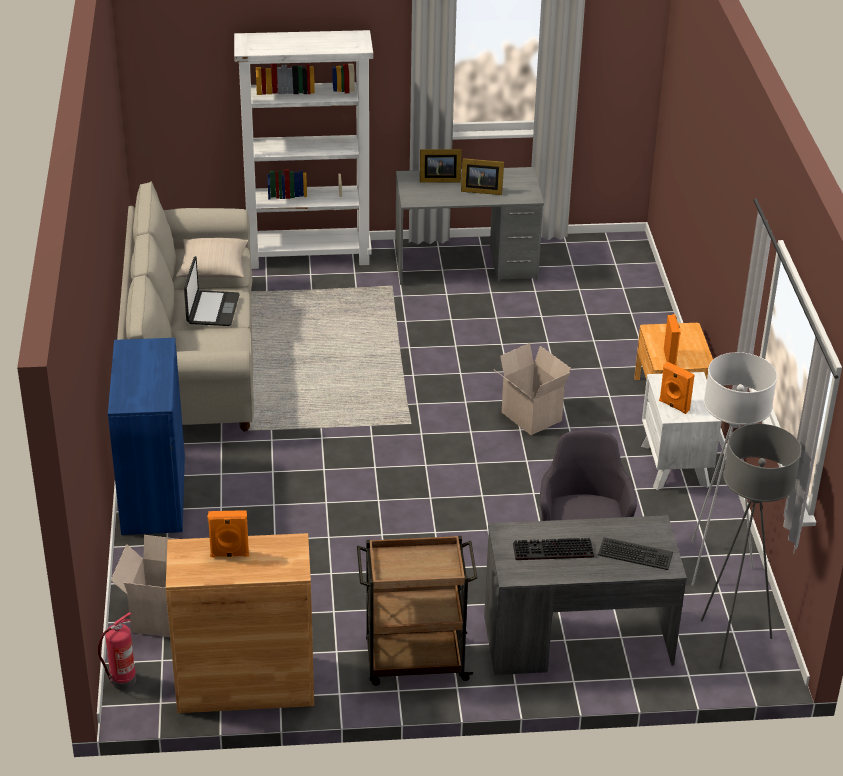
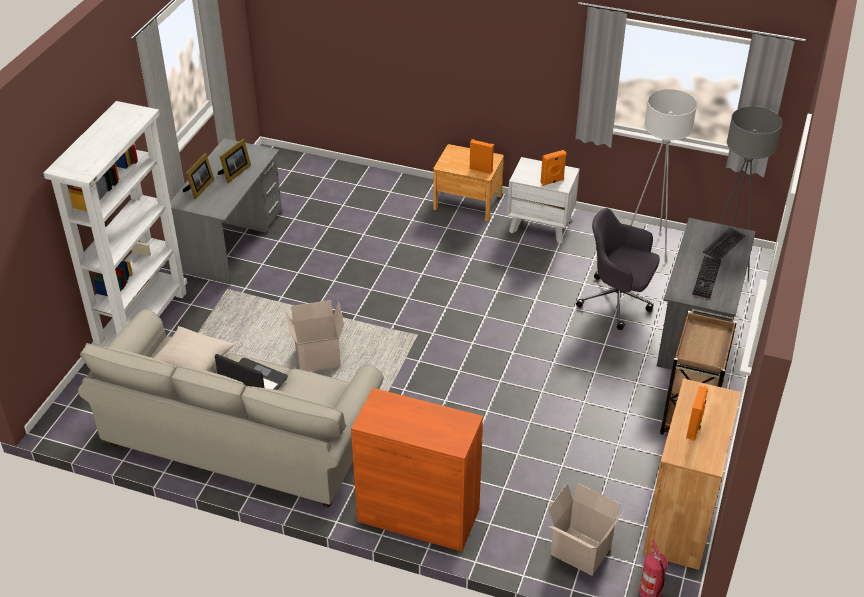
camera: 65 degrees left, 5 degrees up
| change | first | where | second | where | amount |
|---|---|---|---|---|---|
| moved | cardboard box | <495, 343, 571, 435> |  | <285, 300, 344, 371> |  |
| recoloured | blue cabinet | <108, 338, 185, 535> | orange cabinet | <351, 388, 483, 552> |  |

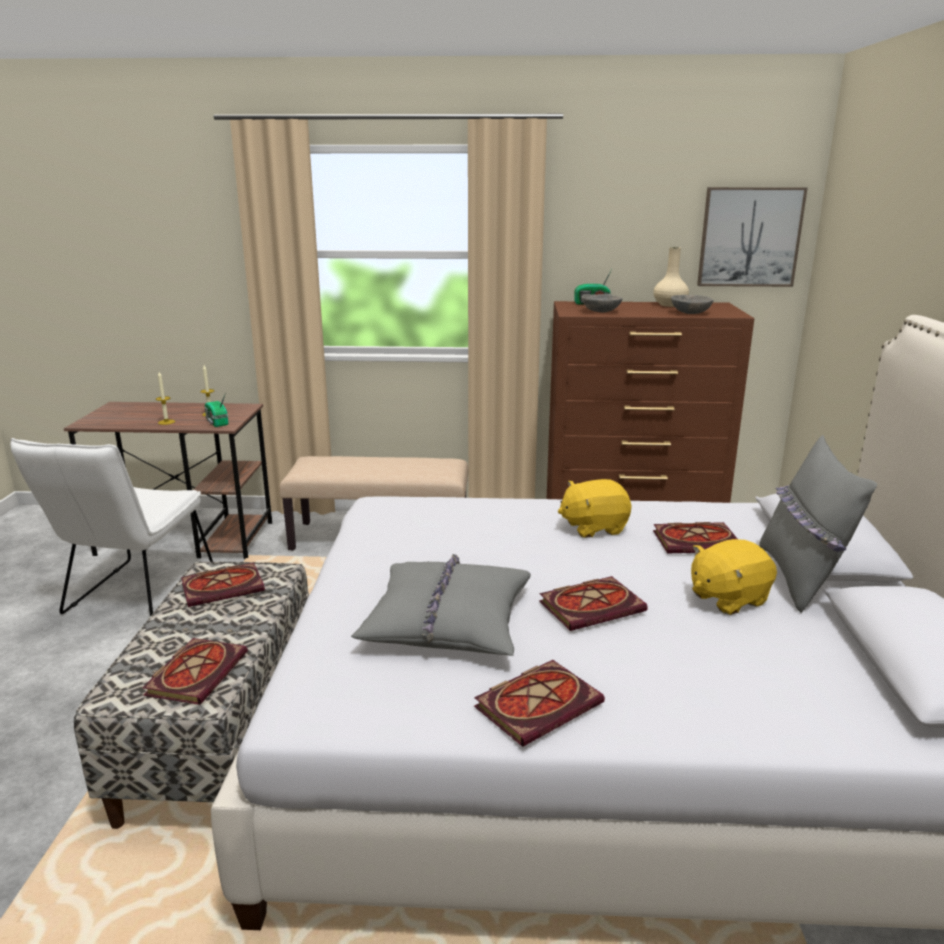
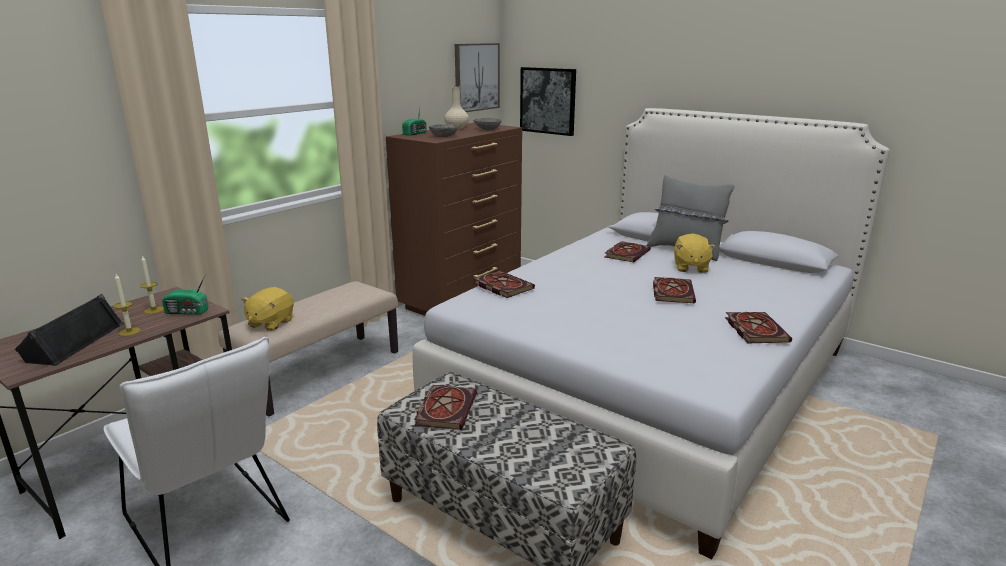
camera: 55 degrees left, 0 degrees up
| change | first | where | second | where | amount |
|---|---|---|---|---|---|
| removed | grey pillow | <351, 554, 531, 656> |  |  |  |
| added |  |  | black speaker | <15, 294, 124, 366> |  |
| added |  |  | picture | <520, 67, 576, 136> |  |
| moved | book | <142, 638, 248, 705> |  | <473, 271, 535, 298> |  |
| moved | yellow plush toy | <558, 479, 632, 538> |  | <241, 287, 294, 331> |  |

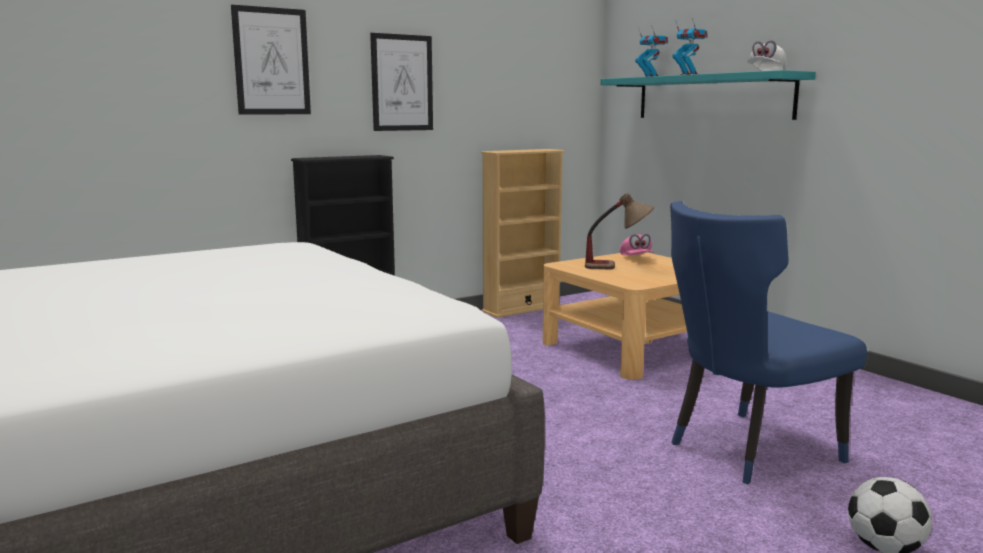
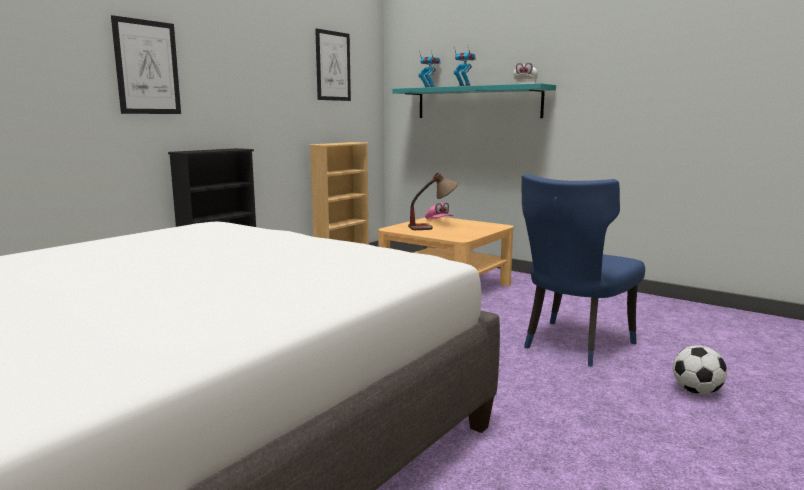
camera: 20 degrees left, 0 degrees up
| change | first | where | second | where | amount |
|---|---|---|---|---|---|
| moved | picture | <370, 33, 433, 131> |  | <315, 28, 351, 101> |  |

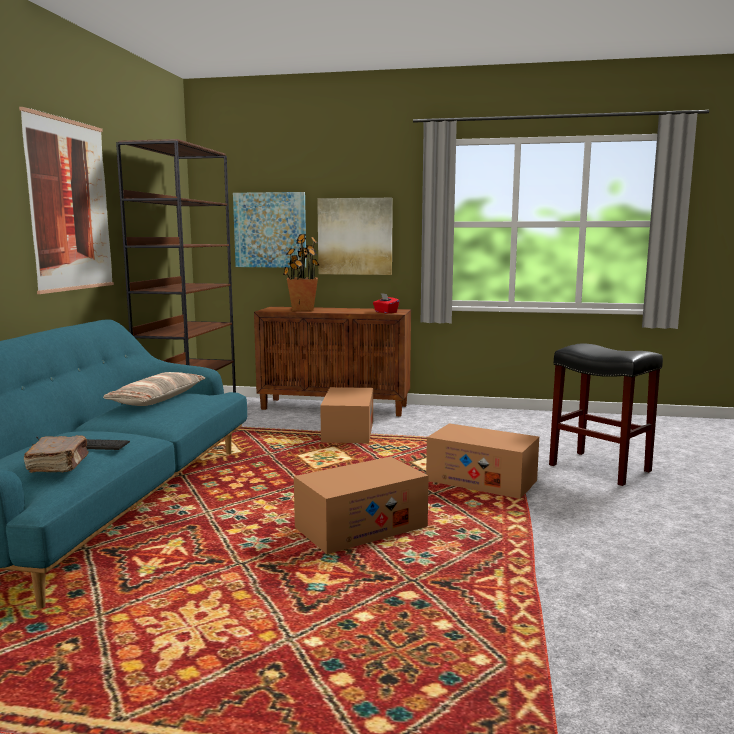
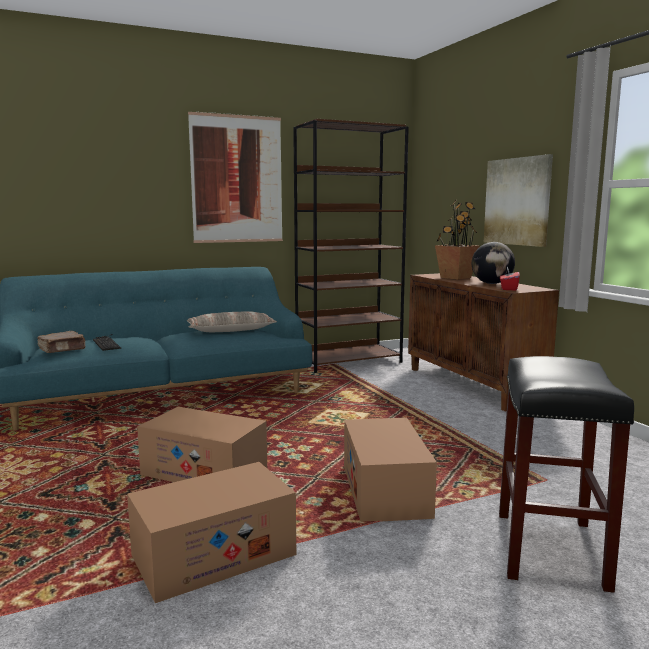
camera: 55 degrees right, 0 degrees up
| change | first | where | second | where | amount |
|---|---|---|---|---|---|
| removed | picture | <233, 192, 306, 268> |  |  |  |
| added |  |  | globe | <472, 242, 515, 284> |  |
| moved | cardboard box | <320, 387, 373, 443> |  | <127, 462, 296, 603> |  |

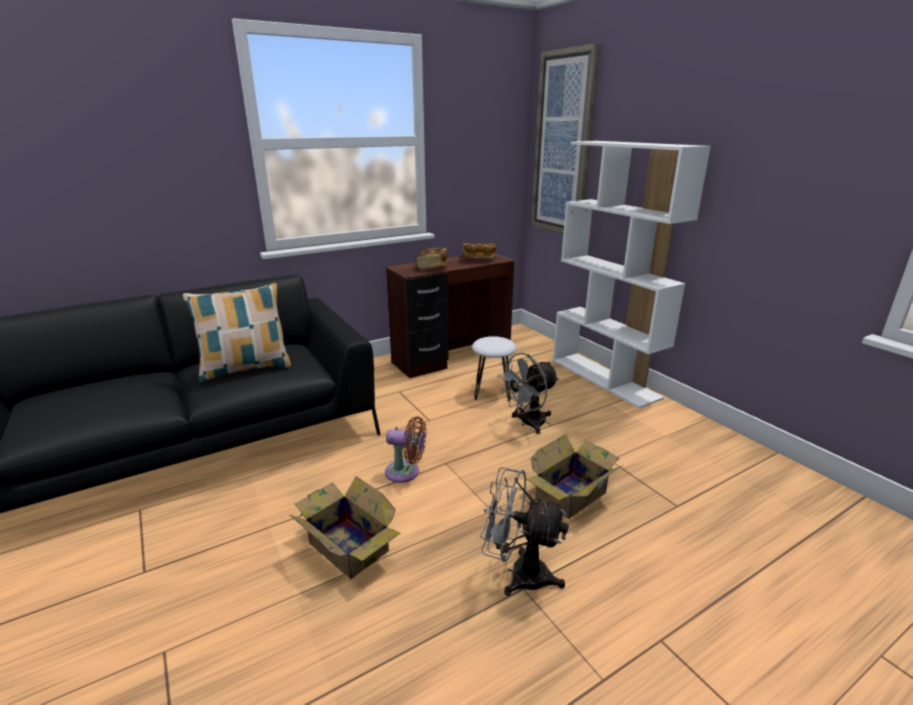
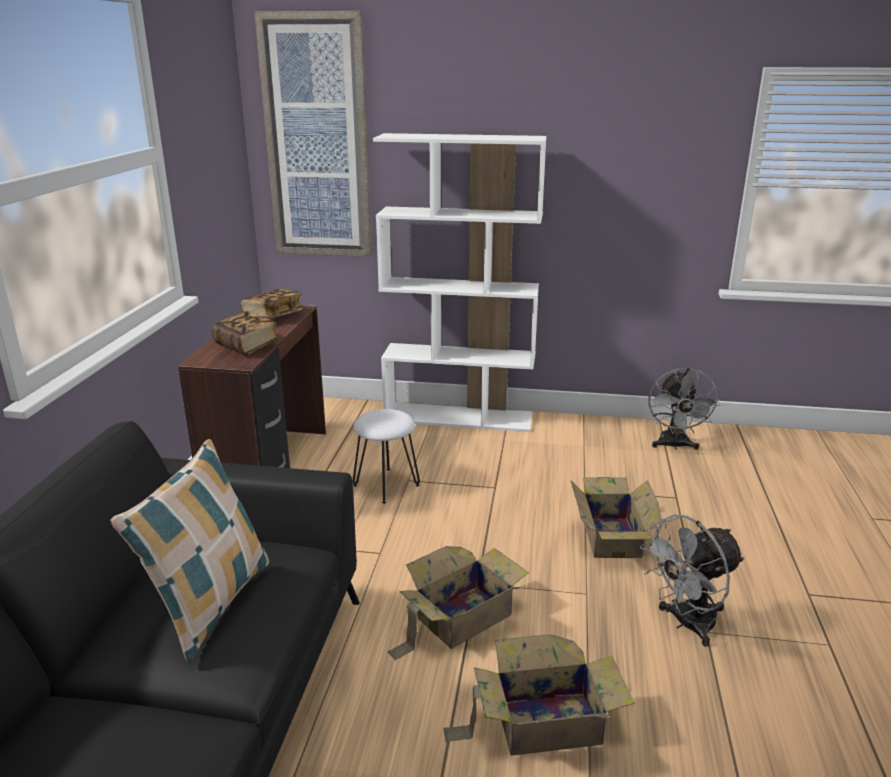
camera: 50 degrees left, 0 degrees up
| change | first | where | second | where | amount |
|---|---|---|---|---|---|
| moved | grey fan | <497, 353, 559, 434> |  | <648, 368, 720, 450> |  |
| replaced | brown fan | <385, 416, 426, 483> | cardboard box | <387, 546, 529, 661> |  |

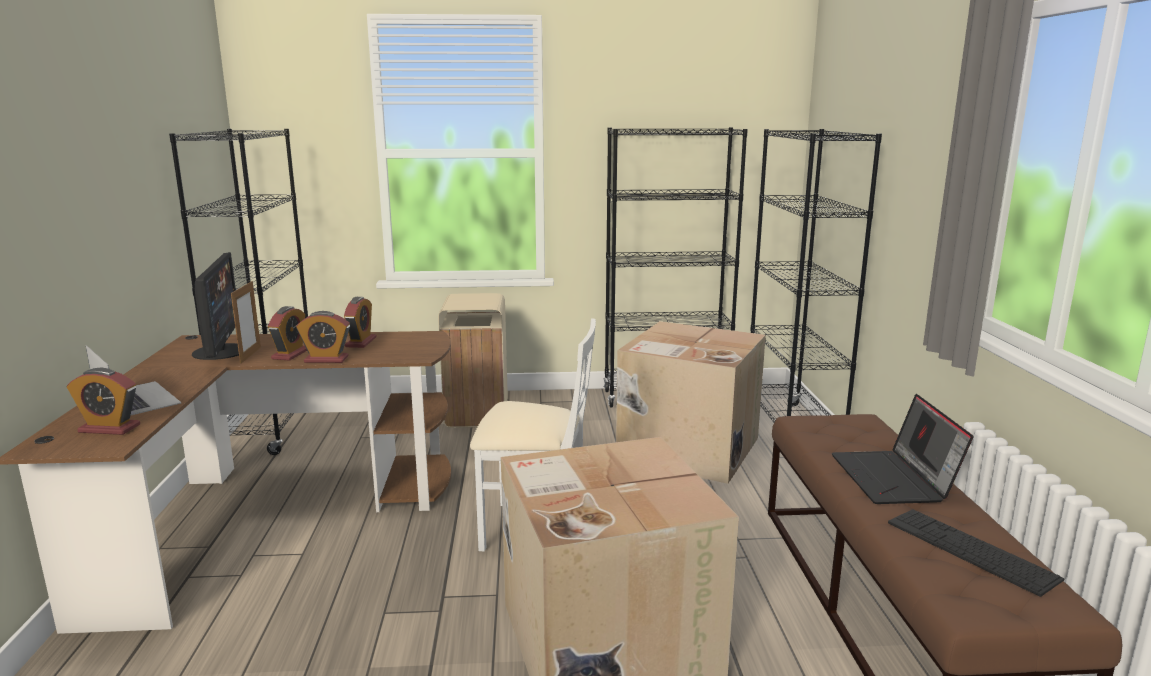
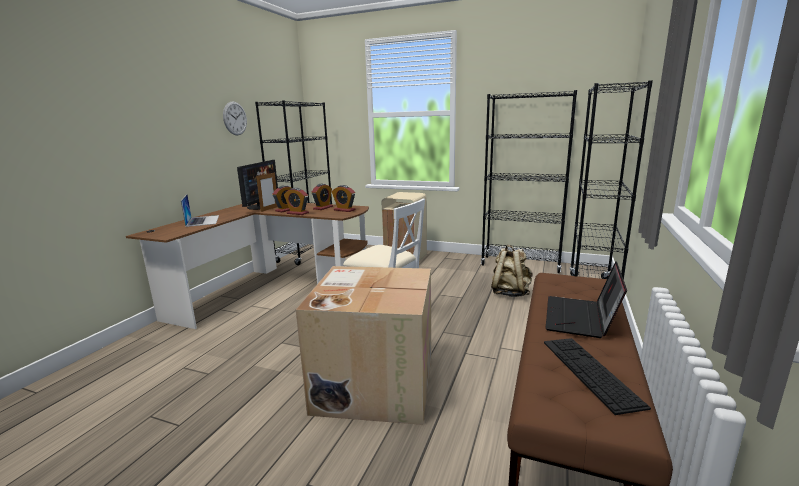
camera: 25 degrees right, 0 degrees up
| change | first | where | second | where | amount |
|---|---|---|---|---|---|
| added |  |  | wall clock | <223, 101, 247, 135> |  |
| moved | alarm clock | <67, 368, 140, 435> |  | <332, 185, 355, 212> |  |
| replaced | cardboard box | <616, 321, 766, 484> | beige backpack | <491, 244, 533, 297> |  |

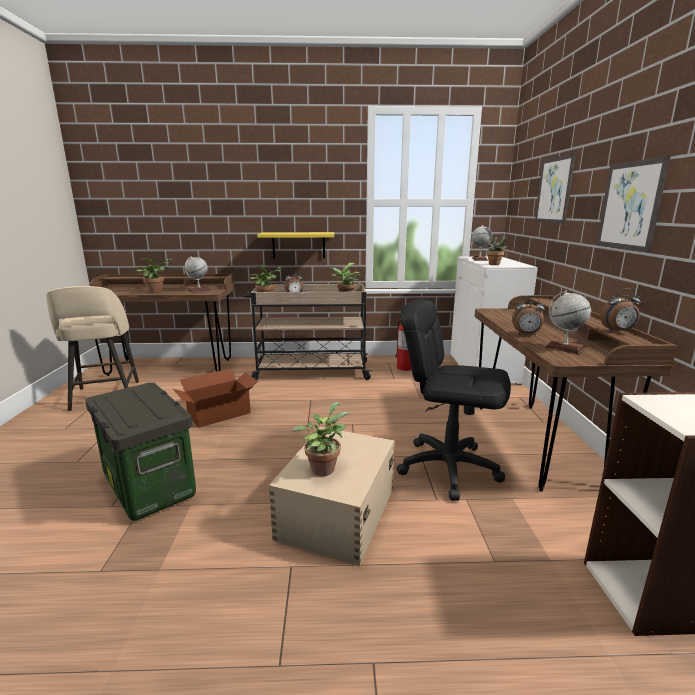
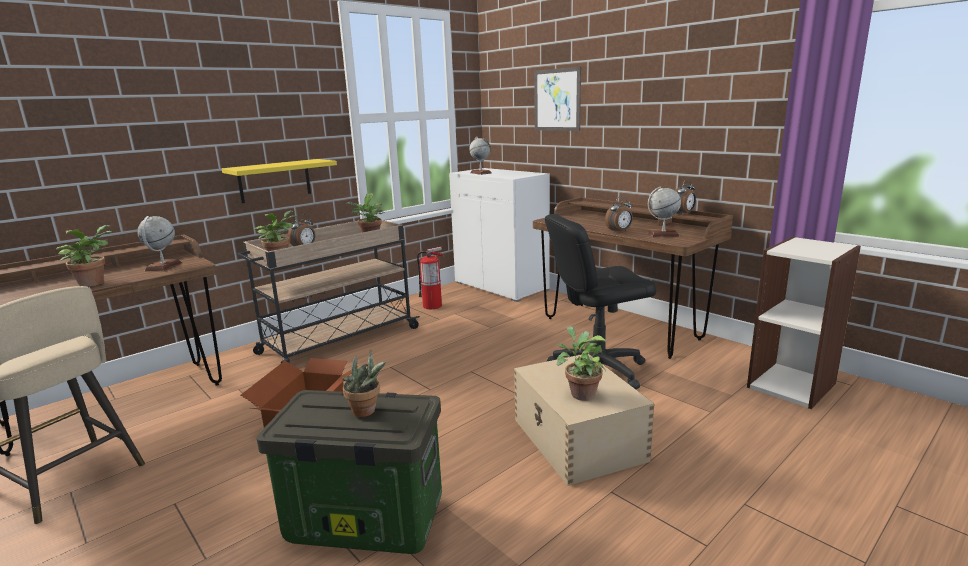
camera: 40 degrees left, 0 degrees up
| change | first | where | second | where | amount |
|---|---|---|---|---|---|
| removed | picture | <596, 156, 671, 252> |  |  |  |
| moved | potted plant | <487, 234, 508, 265> |  | <343, 350, 386, 417> |  |

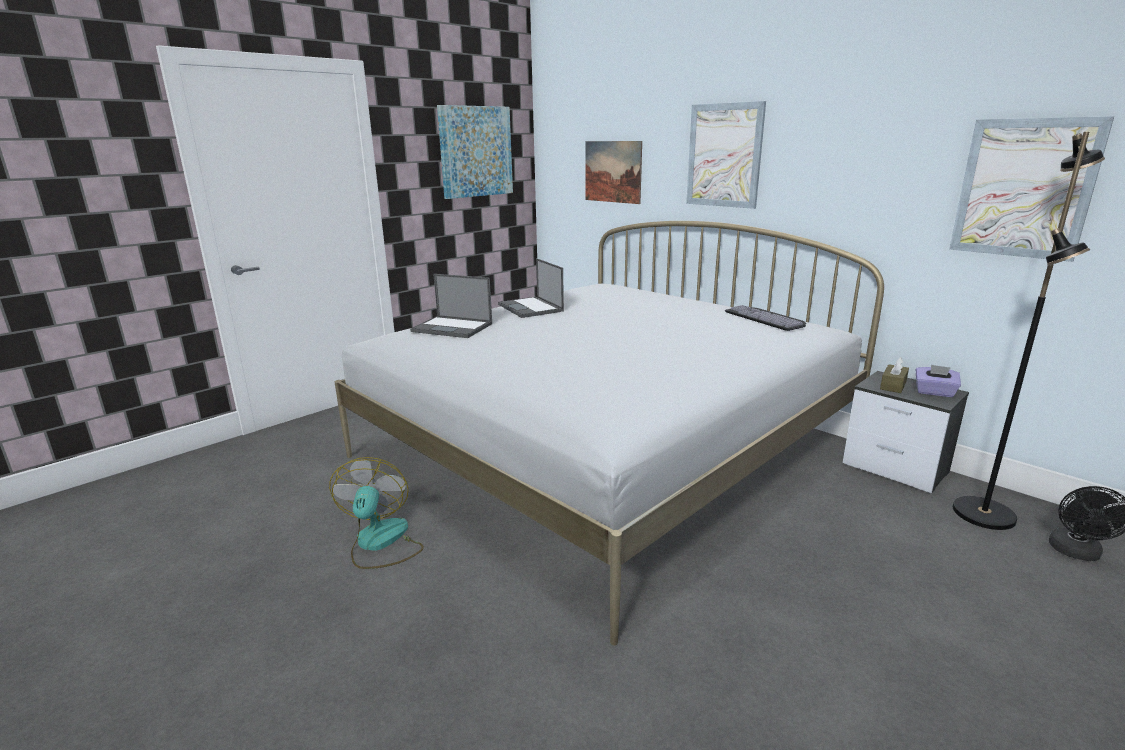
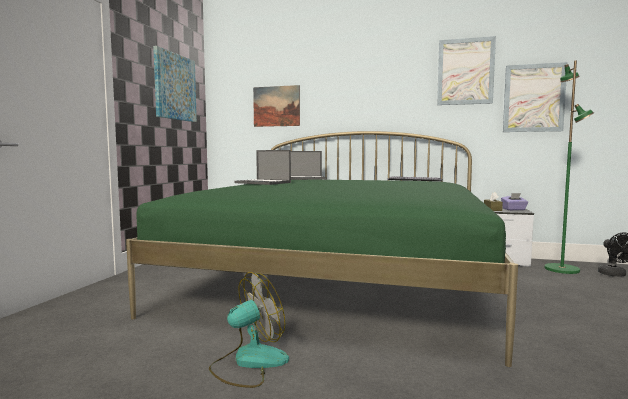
camera: 30 degrees left, 15 degrees down
| change | first | where | second | where | amount |
|---|---|---|---|---|---|
| moved | laptop | <410, 274, 492, 338> |  | <291, 151, 327, 180> |  |
| moved | picture | <686, 101, 766, 209> |  | <437, 36, 496, 105> |  |
| recoloured | white bed | <334, 221, 884, 646> | green bed | <126, 131, 518, 367> |  |
| recoloured | black floor lamp | <953, 132, 1105, 530> | green floor lamp | <544, 61, 594, 274> |  |
| turned | fan | <329, 457, 424, 569> |  | <209, 272, 289, 388> | 90 degrees clockwise |

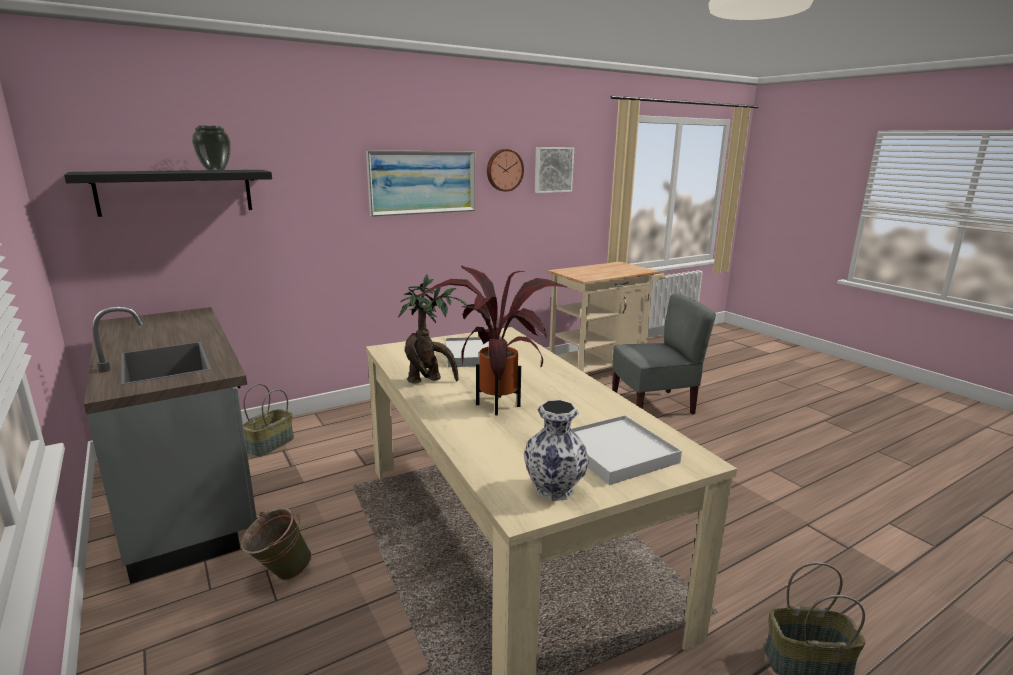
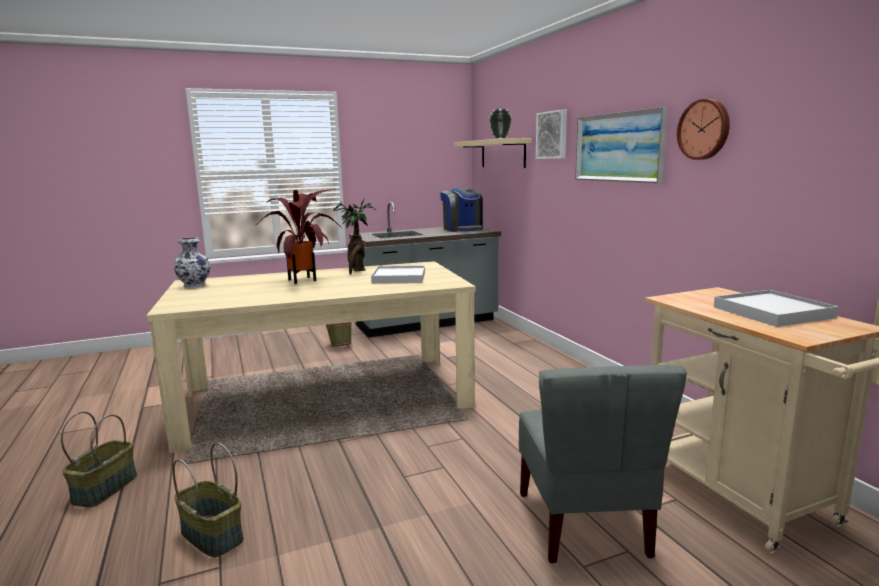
camera: 100 degrees right, 5 degrees down
| change | first | where | second | where | amount |
|---|---|---|---|---|---|
| added |  |  | coffee machine | <440, 187, 483, 232> |  |
| moved | basket | <243, 384, 294, 457> |  | <172, 442, 244, 557> |  |
| moved | picture | <535, 147, 574, 193> |  | <536, 110, 567, 159> |  |
| moved | white tray | <571, 415, 682, 485> |  | <714, 290, 839, 327> |  |
| recoloured | black shelf | <64, 170, 272, 217> | beige shelf | <454, 138, 532, 168> |  |

